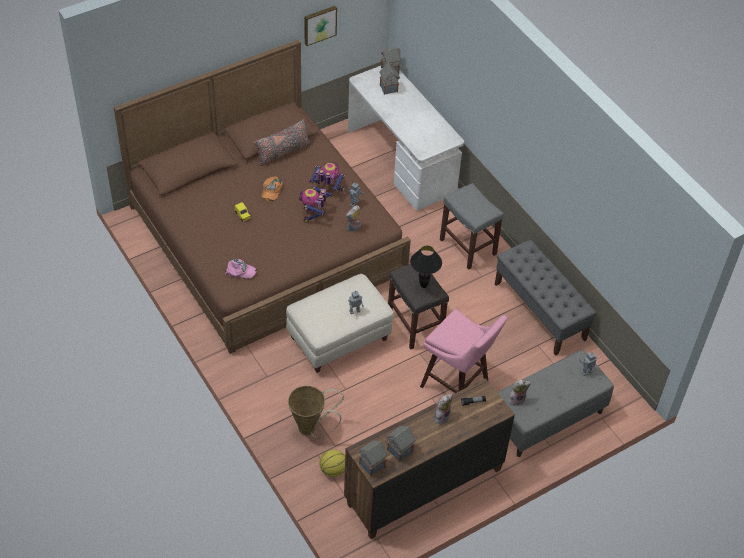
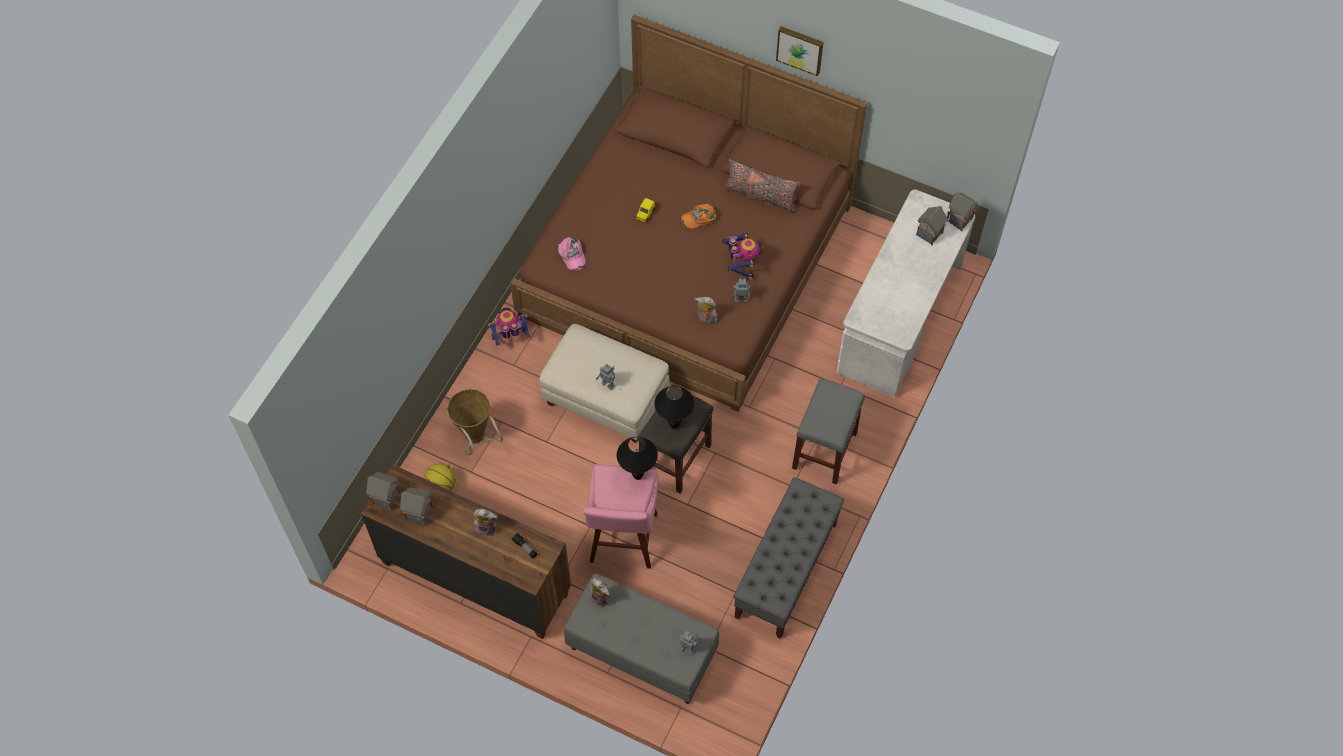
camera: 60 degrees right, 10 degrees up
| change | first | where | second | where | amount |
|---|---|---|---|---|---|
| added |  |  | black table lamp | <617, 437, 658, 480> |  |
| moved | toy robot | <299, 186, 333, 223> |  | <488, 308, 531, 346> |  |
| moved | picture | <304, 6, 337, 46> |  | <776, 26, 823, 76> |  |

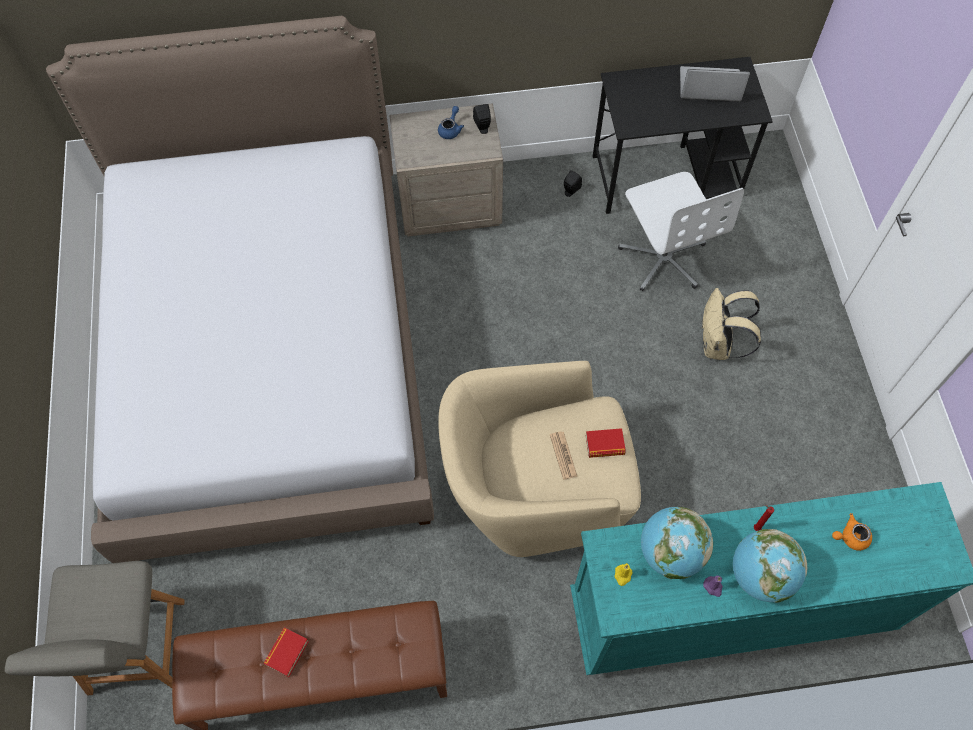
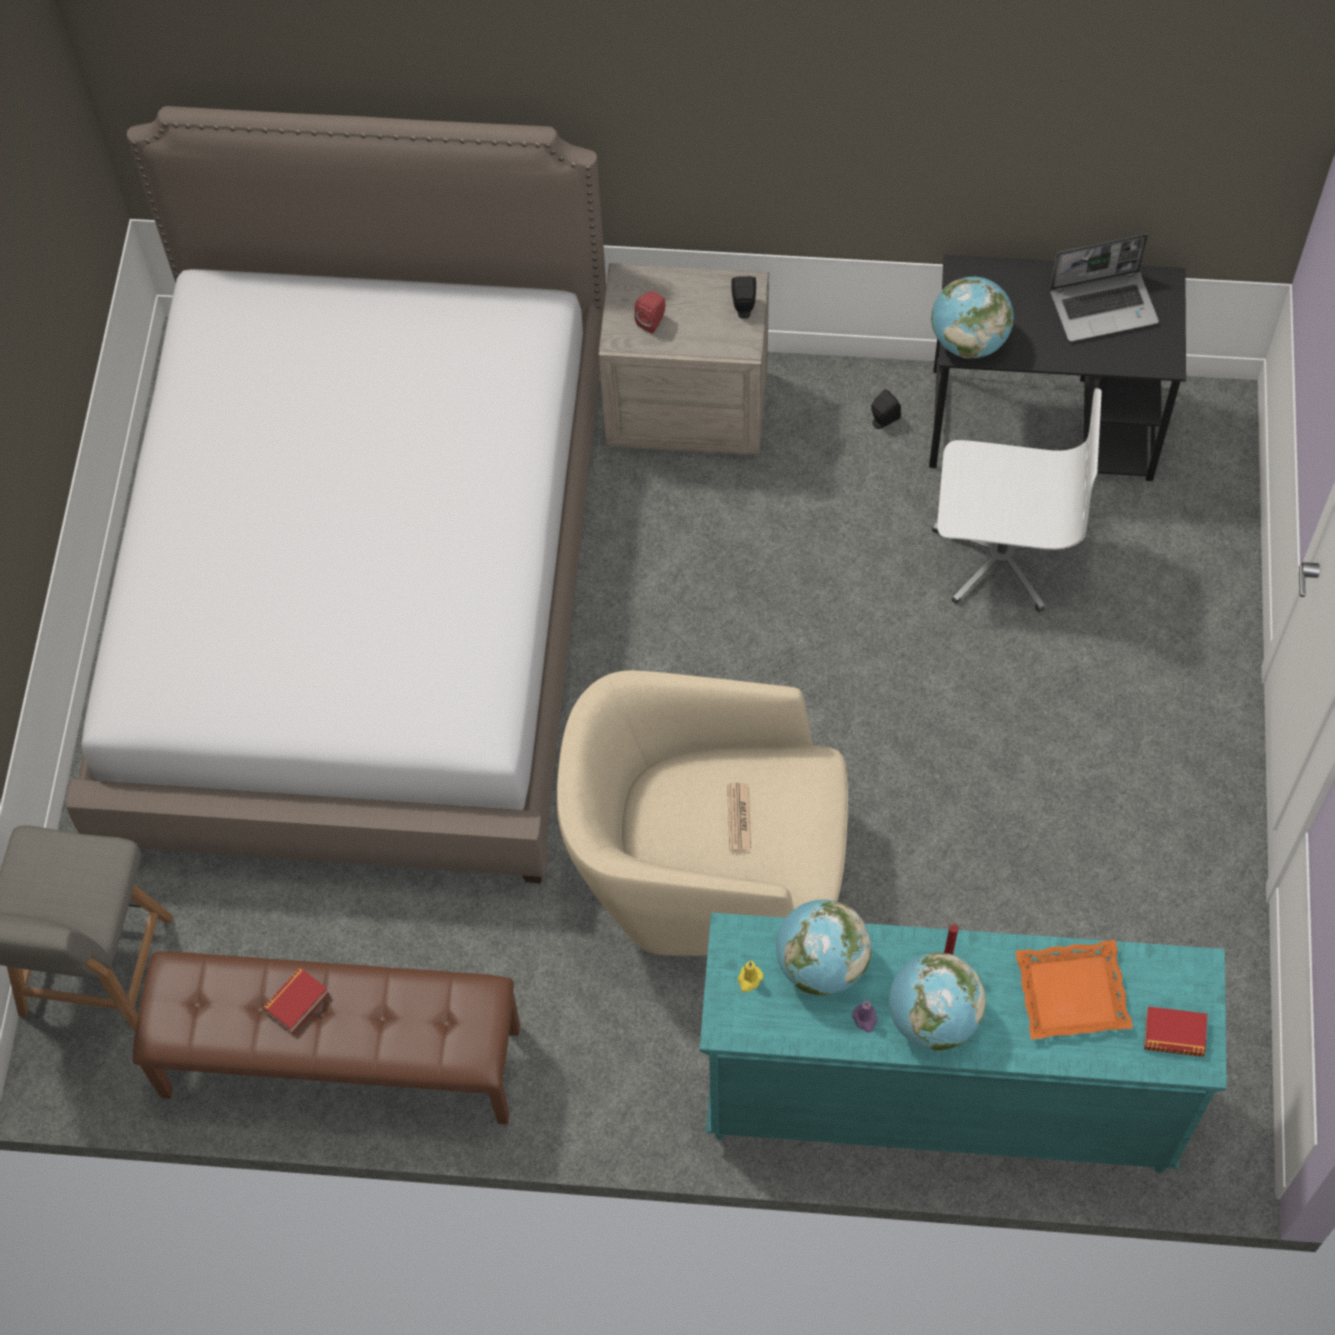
camera: 15 degrees right, 0 degrees up
| change | first | where | second | where | amount |
|---|---|---|---|---|---|
| removed | blue teapot | <438, 106, 464, 139> |  |  |  |
| removed | beige backpack | <701, 288, 761, 360> |  |  |  |
| added |  |  | red speaker | <634, 291, 665, 334> |  |
| added |  |  | globe | <931, 277, 1014, 359> |  |
| moved | book | <586, 428, 626, 458> |  | <1144, 1006, 1207, 1057> |  |
| replaced | orange teapot | <832, 513, 872, 551> | orange tray | <1015, 940, 1133, 1040> |  |
| turned | white office chair | <618, 172, 744, 291> |  | <932, 388, 1102, 612> | 75 degrees counterclockwise |
| turned | laptop | <680, 66, 750, 101> |  | <1050, 234, 1159, 342> | 150 degrees clockwise |

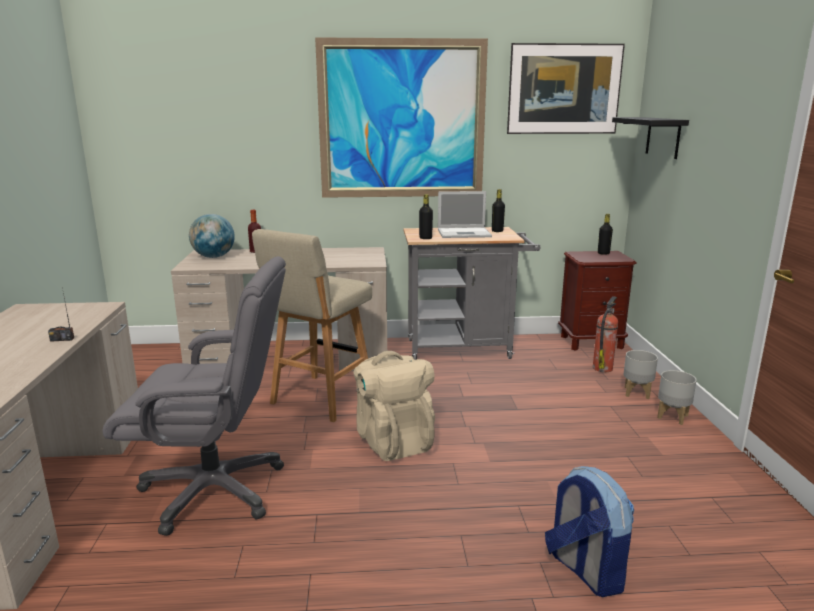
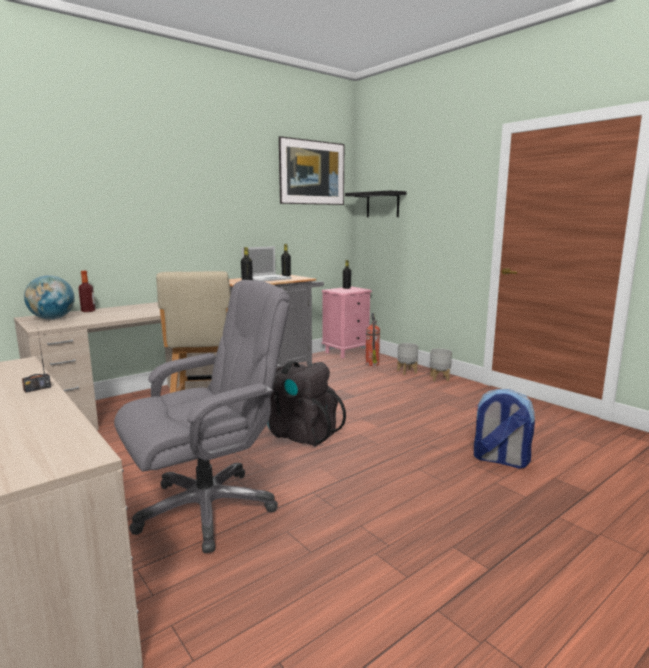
camera: 35 degrees left, 5 degrees down
| change | first | where | second | where | amount |
|---|---|---|---|---|---|
| removed | picture | <315, 37, 488, 198> |  |  |  |
| recoloured | beige backpack | <353, 351, 435, 461> | black backpack | <267, 361, 346, 446> |  |
| recoloured | brown nightstand | <558, 251, 637, 351> | pink nightstand | <322, 286, 372, 358> |  |

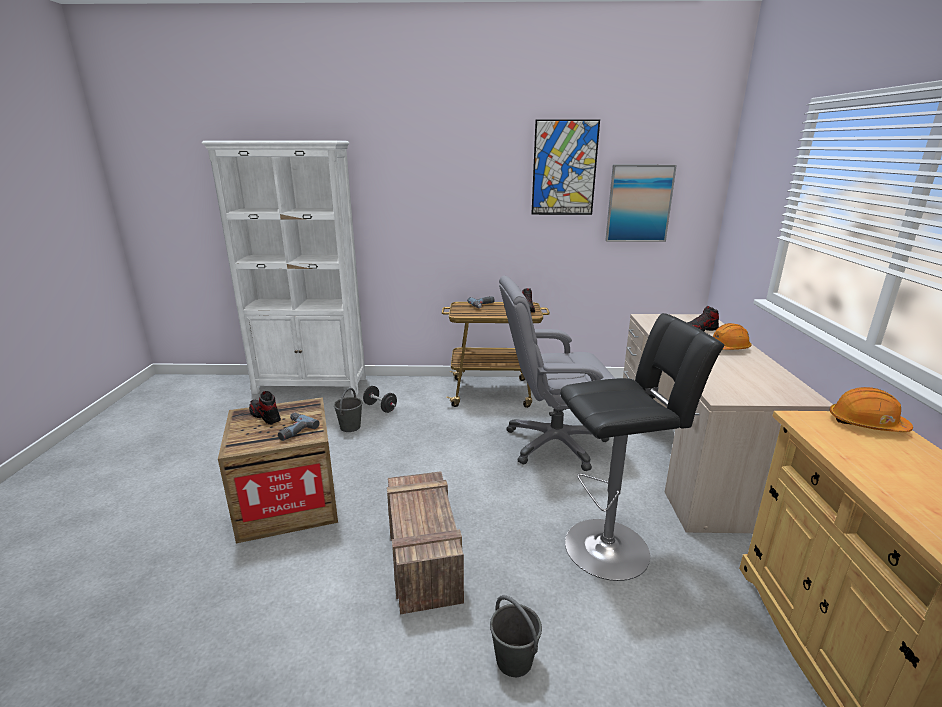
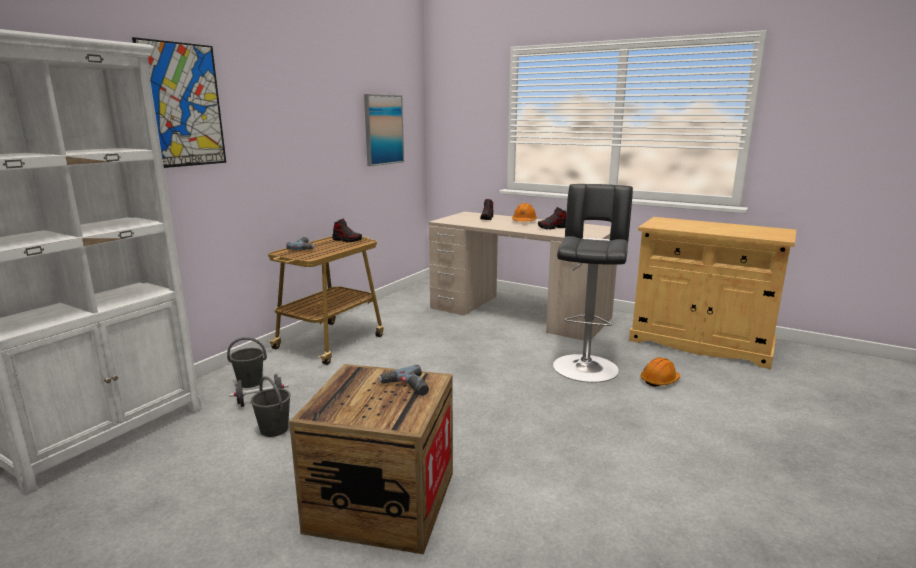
camera: 60 degrees left, 5 degrees down
| change | first | where | second | where | amount |
|---|---|---|---|---|---|
| removed | crate | <387, 471, 464, 614> |  |  |  |
| removed | grey office chair | <499, 276, 615, 471> |  |  |  |
| moved | shoe | <249, 391, 281, 424> |  | <538, 207, 566, 229> |  |
| moved | grey bucket | <490, 595, 542, 677> |  | <227, 337, 267, 388> |  |
| moved | picture | <532, 120, 600, 215> |  | <132, 37, 226, 168> |  |
| moved | orange hard hat | <830, 387, 913, 432> |  | <641, 357, 680, 387> |  |

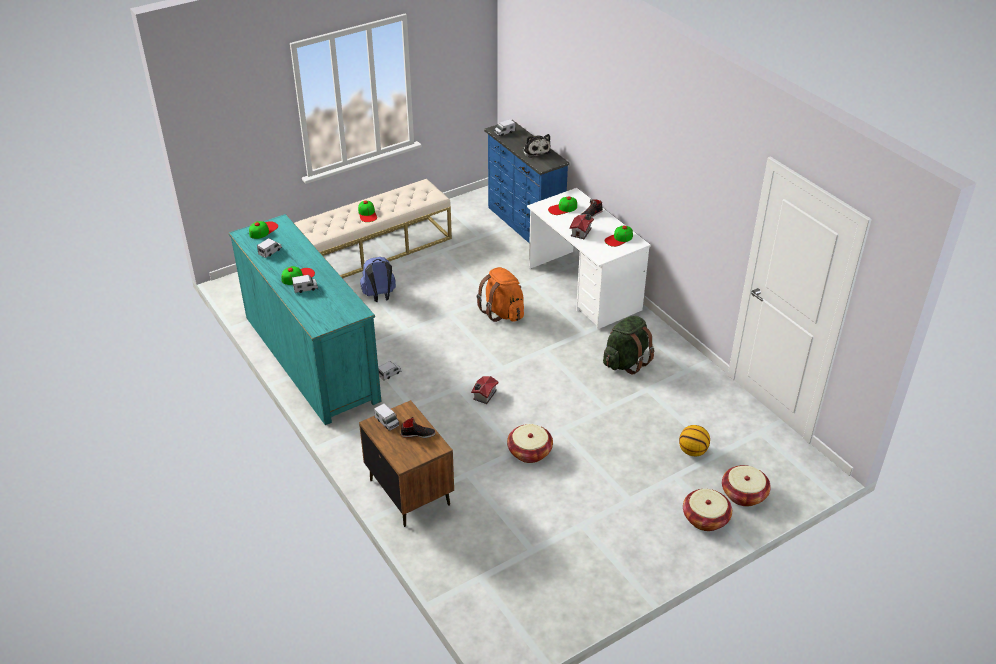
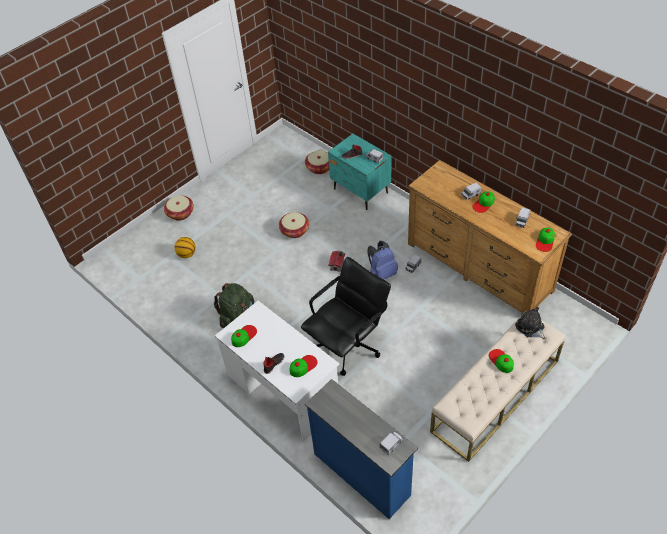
camera: 170 degrees right, 10 degrees up
| change | first | where | second | where | amount |
|---|---|---|---|---|---|
| removed | toy house | <570, 214, 594, 239> |  |  |  |
| moved | blue backpack | <360, 257, 396, 302> |  | <367, 241, 398, 280> |  |
| moved | plush toy | <522, 134, 551, 158> |  | <515, 307, 547, 339> |  |
| moved | basket | <722, 465, 771, 506> |  | <305, 150, 329, 174> |  |
| replaced | orange backpack | <477, 267, 524, 322> | black office chair | <301, 257, 391, 376> |  |
| recoloured | turquoise dresser | <228, 214, 382, 425> | brown dresser | <408, 160, 572, 315> |  |
| recoloured | brown nightstand | <359, 400, 454, 527> | turquoise nightstand | <328, 134, 391, 210> |  |

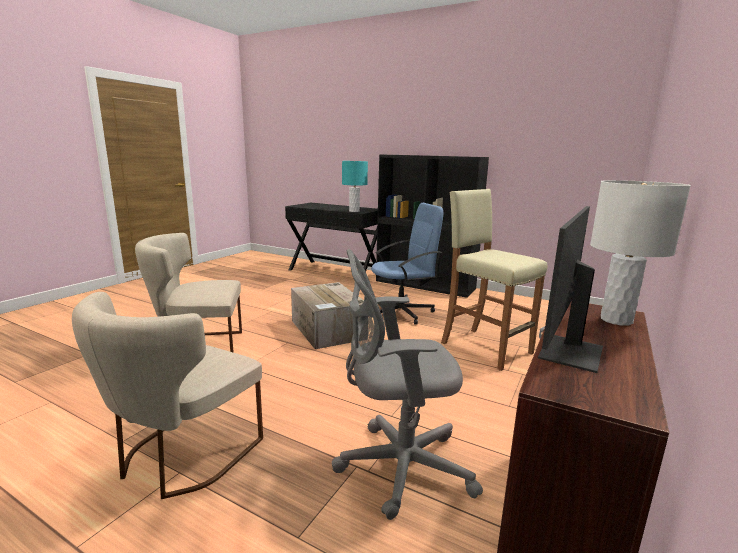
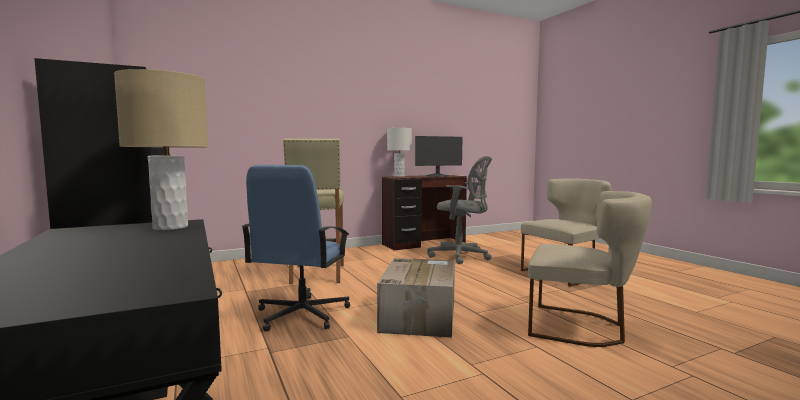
camera: 145 degrees left, 10 degrees down
| change | first | where | second | where | amount |
|---|---|---|---|---|---|
| recoloured | turquoise table lamp | <342, 161, 368, 212> | beige table lamp | <114, 69, 208, 230> |  |
| turned | blue office chair | <371, 203, 443, 325> |  | <241, 165, 350, 331> | 90 degrees counterclockwise |

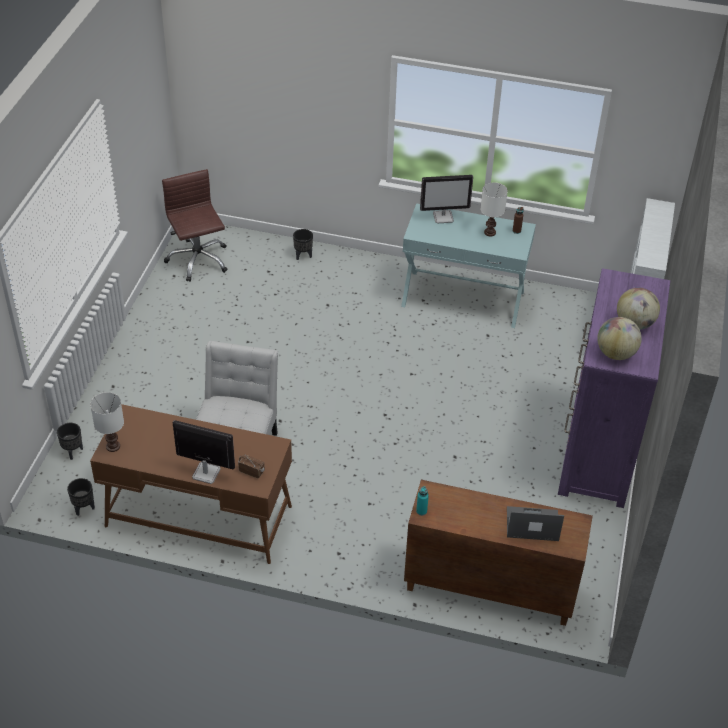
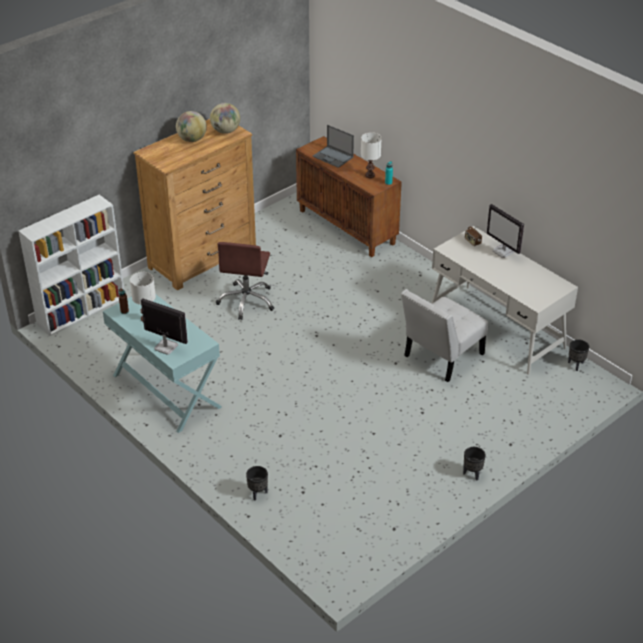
camera: 145 degrees left, 5 degrees down
| change | first | where | second | where | amount |
|---|---|---|---|---|---|
| moved | black planter | <57, 423, 83, 460> |  | <463, 447, 486, 481> |  |
| moved | white table lamp | <90, 392, 124, 452> |  | <361, 132, 382, 178> |  |
| moved | brown office chair | <162, 169, 228, 282> |  | <216, 242, 274, 320> |  |
| recoloured | brown desk | <90, 404, 292, 564> | white desk | <432, 226, 578, 375> |  |
| recoloured | purple dresser | <558, 268, 670, 508> | brown dresser | <133, 119, 256, 291> |  |

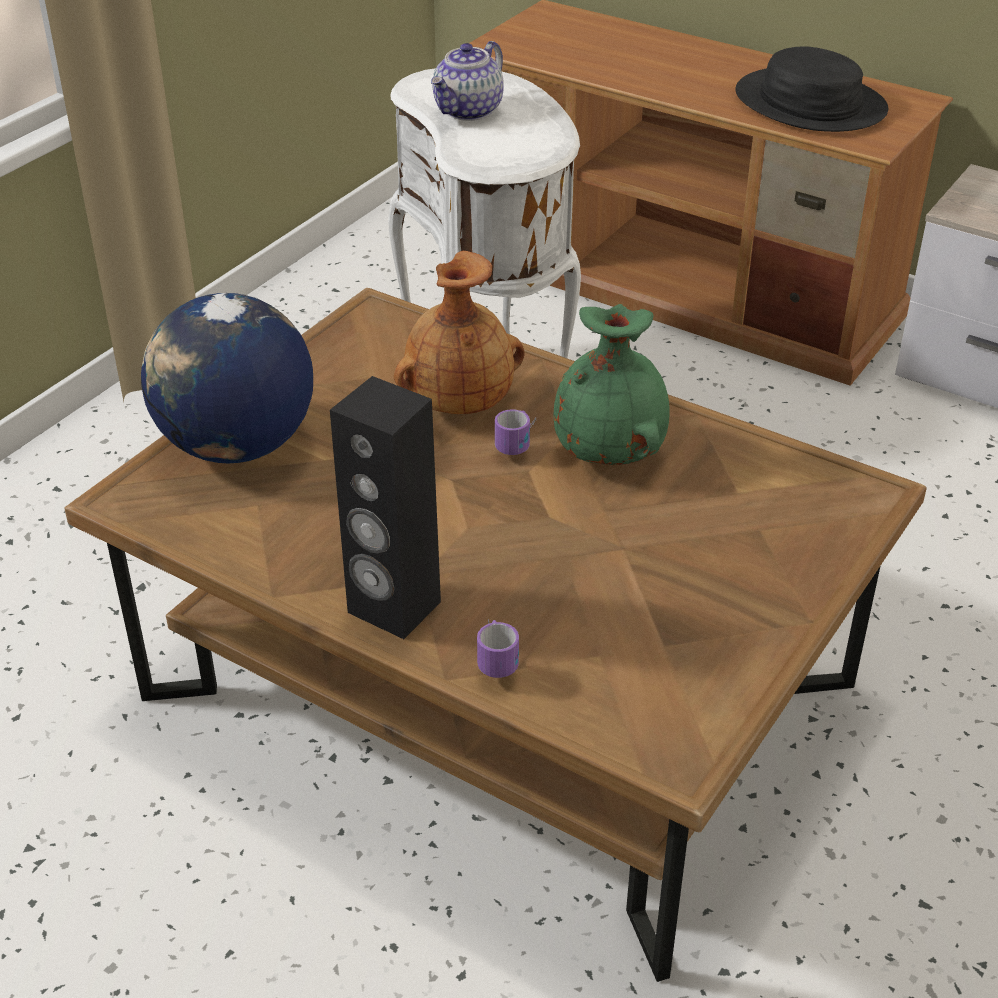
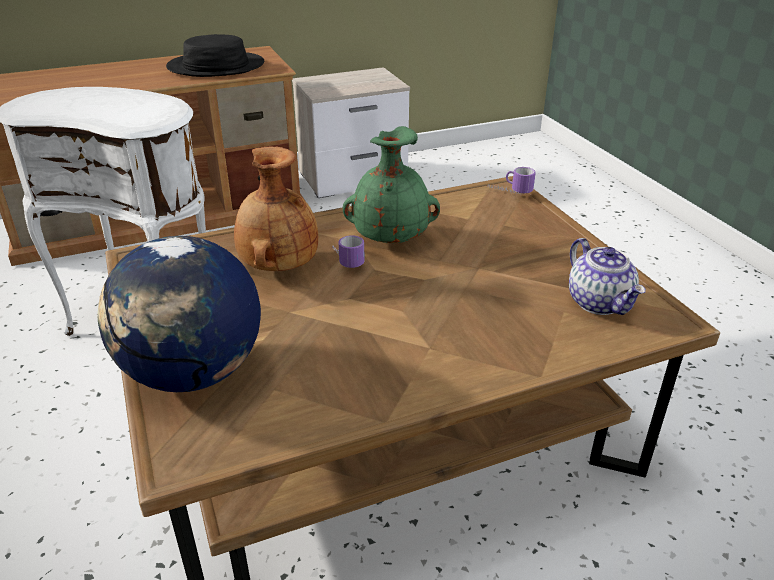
camera: 55 degrees left, 5 degrees down
| change | first | where | second | where | amount |
|---|---|---|---|---|---|
| removed | black speaker | <330, 376, 441, 639> |  |  |  |
| moved | teapot | <431, 41, 504, 121> |  | <569, 238, 646, 315> |  |
| moved | mug | <477, 619, 519, 678> |  | <488, 167, 536, 194> |  |

